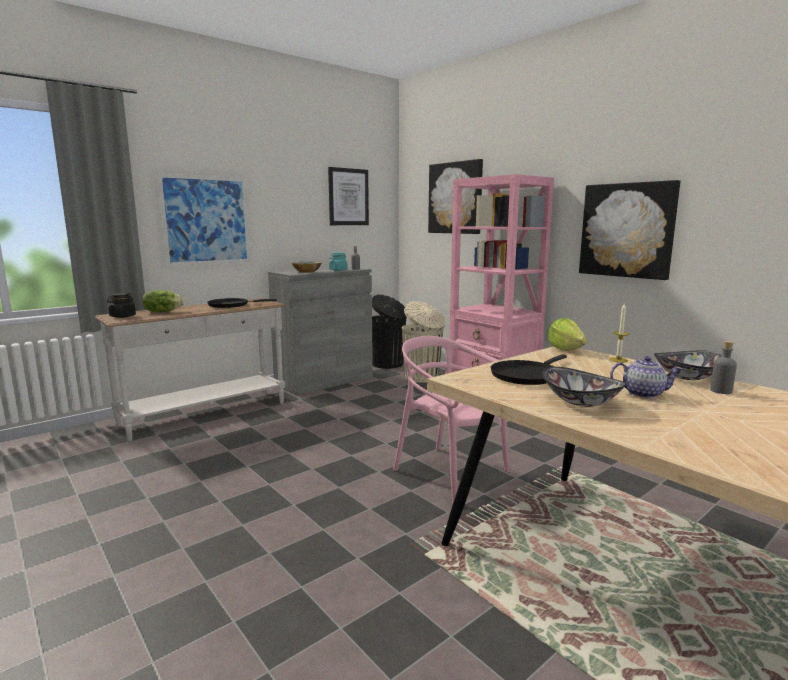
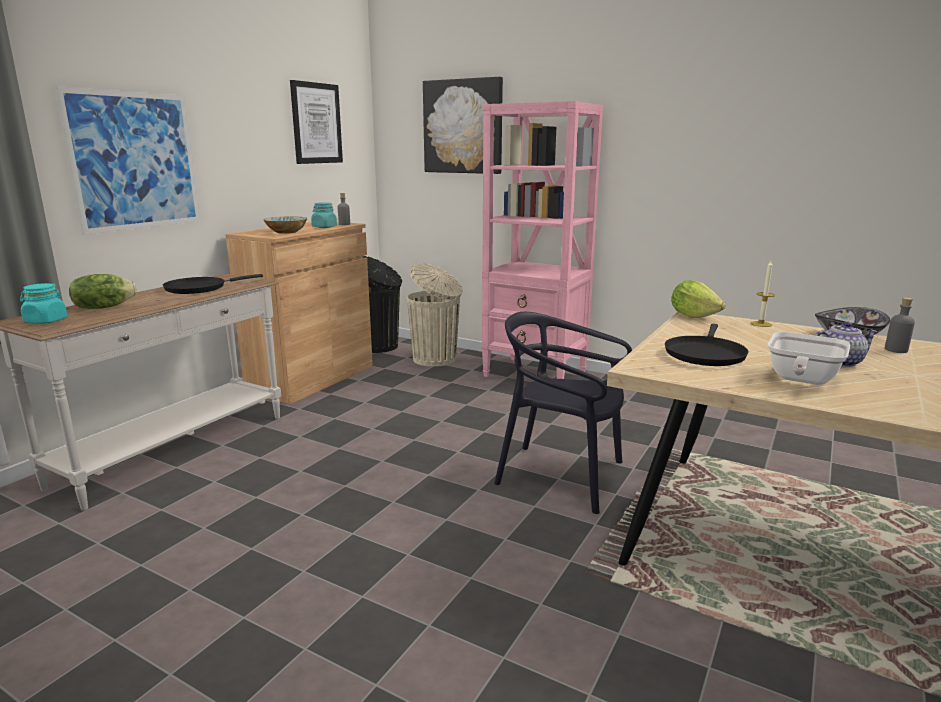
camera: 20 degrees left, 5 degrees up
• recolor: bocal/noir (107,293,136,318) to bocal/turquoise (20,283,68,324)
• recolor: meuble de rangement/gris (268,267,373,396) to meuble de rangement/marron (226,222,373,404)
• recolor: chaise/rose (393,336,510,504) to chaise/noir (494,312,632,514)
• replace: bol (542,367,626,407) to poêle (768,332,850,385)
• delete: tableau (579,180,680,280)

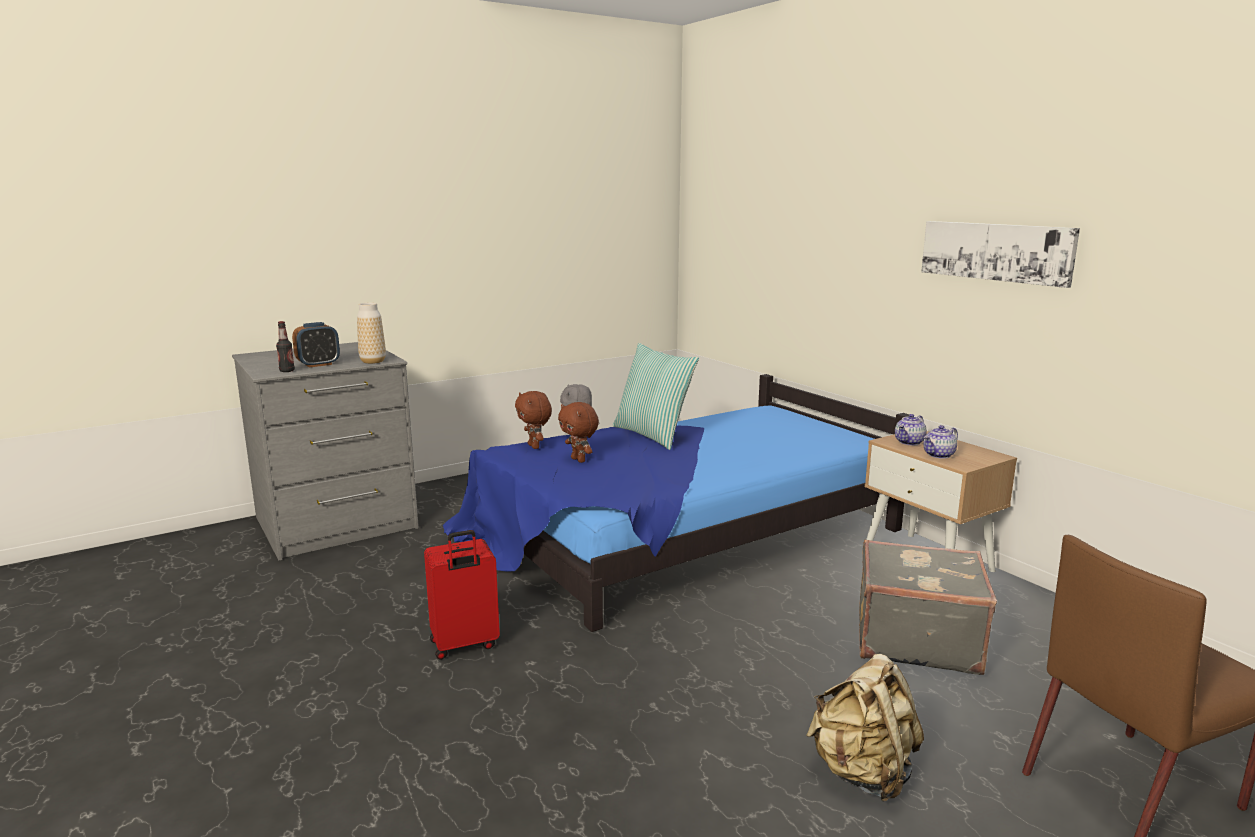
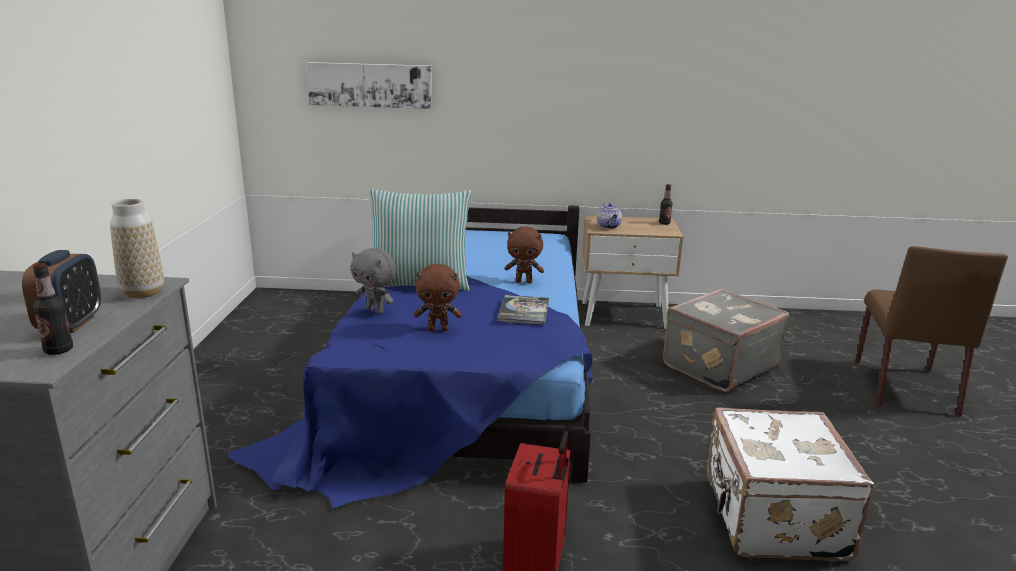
camera: 55 degrees left, 5 degrees up
• move: peluche/marron (515,391,552,449) to (504,227,544,283)
• delete: sac à dos/beige (806,654,924,802)
• move: tableau (921,221,1080,288) to (306,62,432,109)
• delete: théière (923,425,958,459)
• insert: livre (497,295,549,325)
• insert: bouteille (659,184,673,225)
• insert: valise/blanc (706,408,874,561)

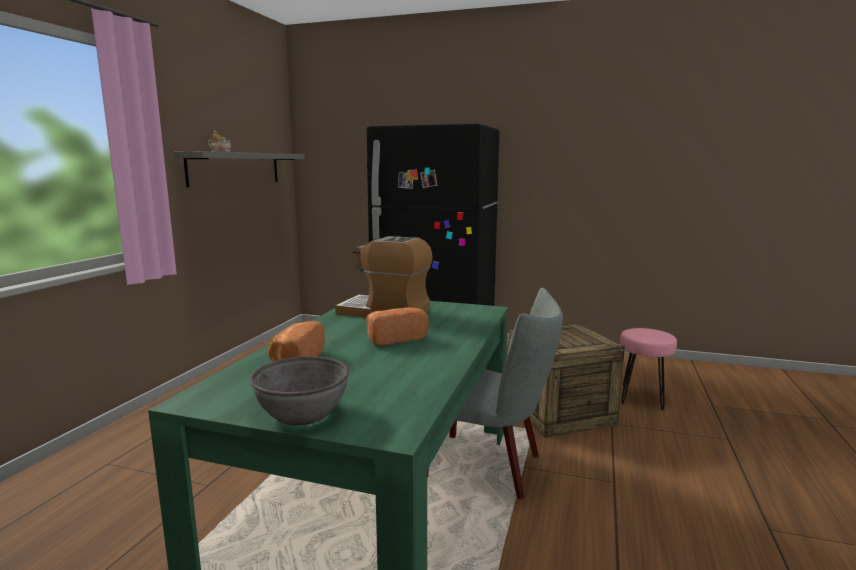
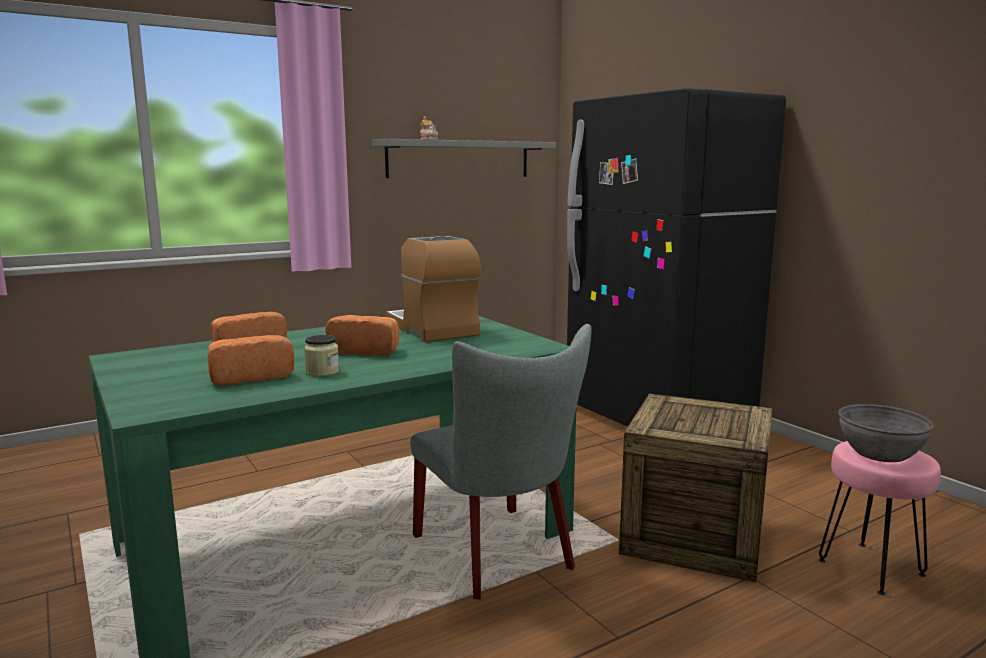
camera: 40 degrees right, 0 degrees up
• move: bol/gris (250,356,349,425) to (838,404,934,462)
• insert: pain (208,335,294,385)
• insert: bocal (304,335,339,377)

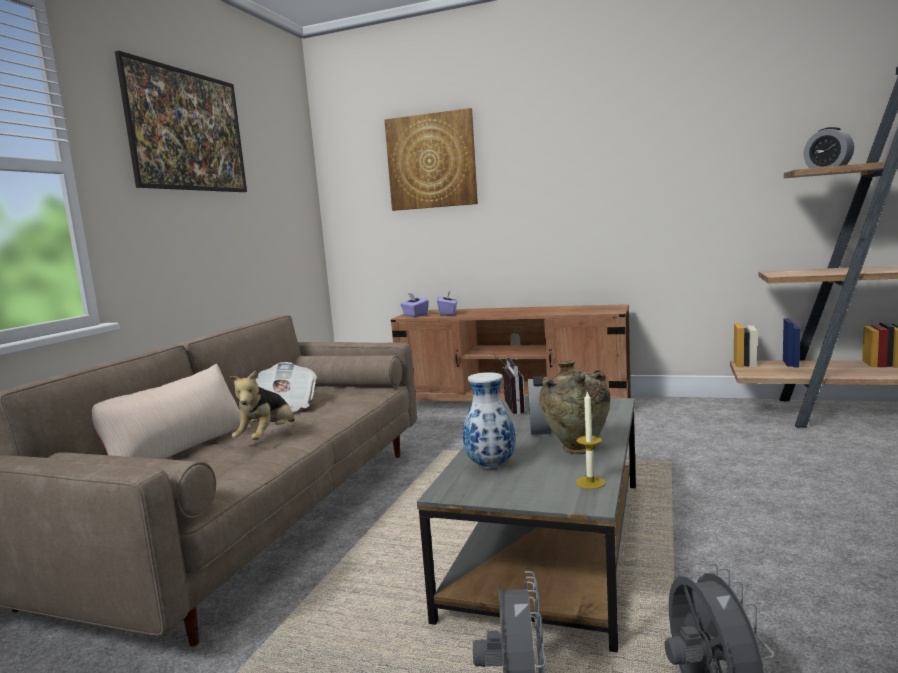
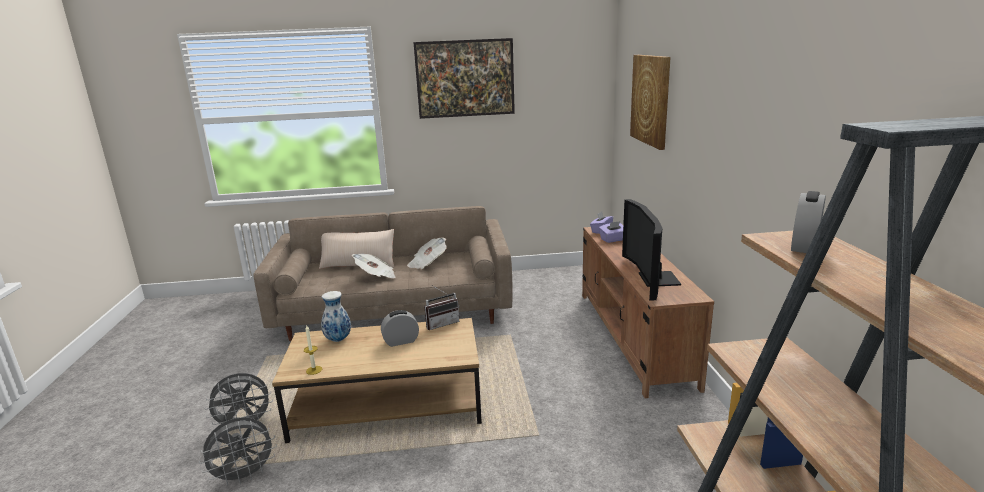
camera: 65 degrees right, 10 degrees up
• replace: peluche (230,370,294,440) to journal (352,253,396,278)
• recolor: table basse/gris (417,396,636,653) to table basse/marron (272,318,482,443)
• delete: vase/beige (539,360,611,454)
• insert: téléviseur (622,199,681,301)

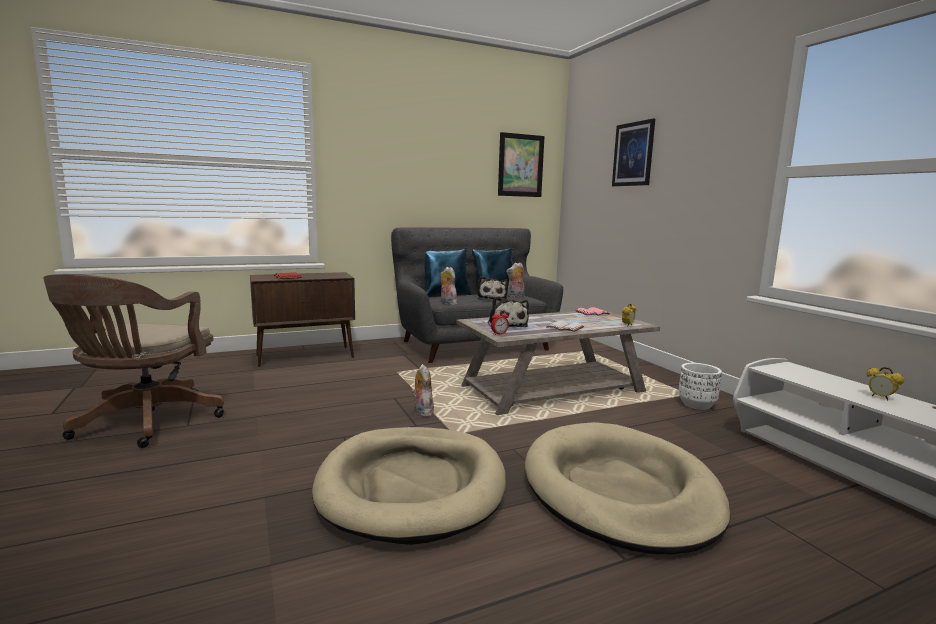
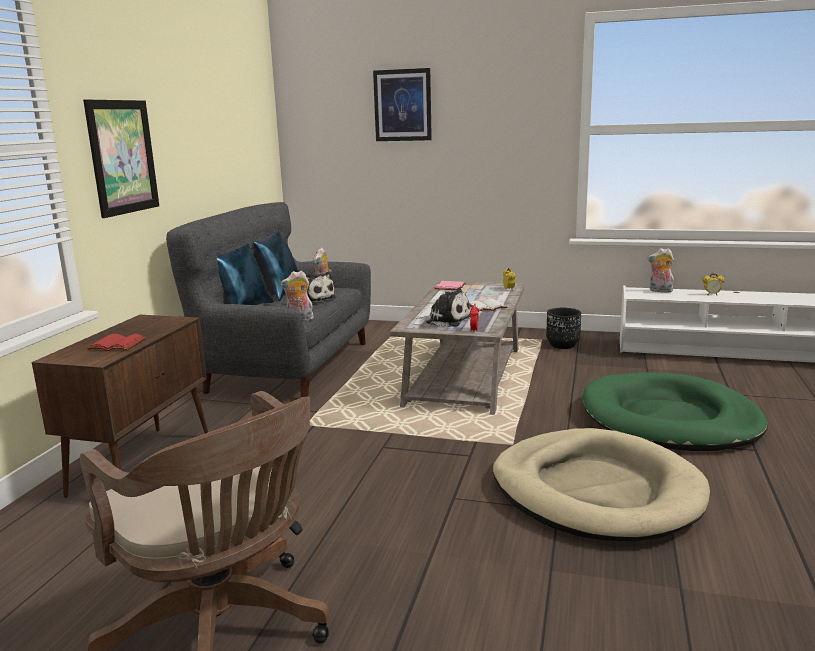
camera: 50 degrees left, 5 degrees up
• move: peluche (411,364,434,417) to (648,248,674,293)
• move: tableau (498,132,545,197) to (83,100,159,218)
• recolor: panier pour chien/beige (525,422,731,554) to panier pour chien/vert (583,373,768,451)
• recolor: cache-pot/blanc (678,363,722,410) to cache-pot/noir (546,308,581,349)

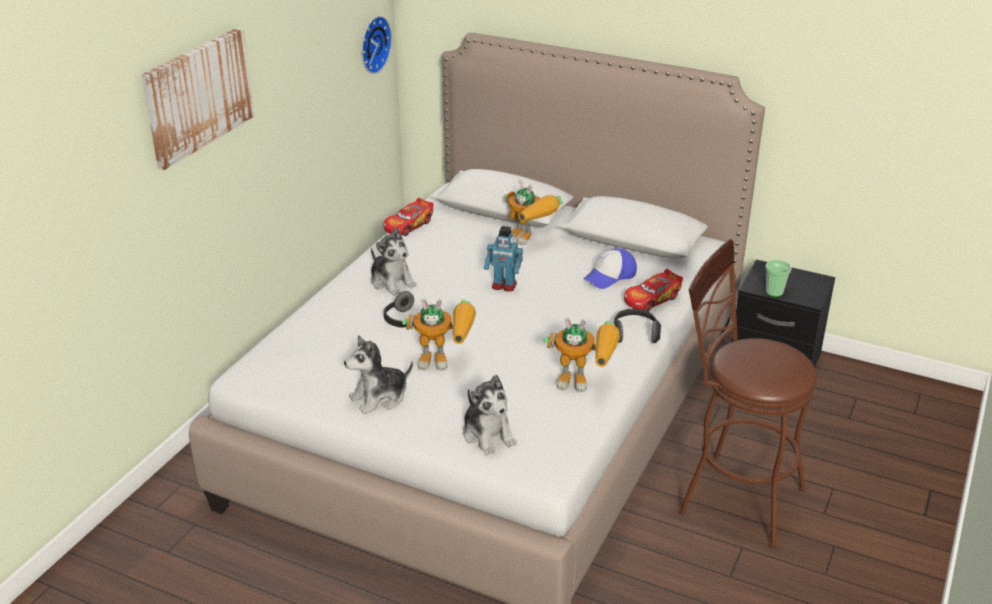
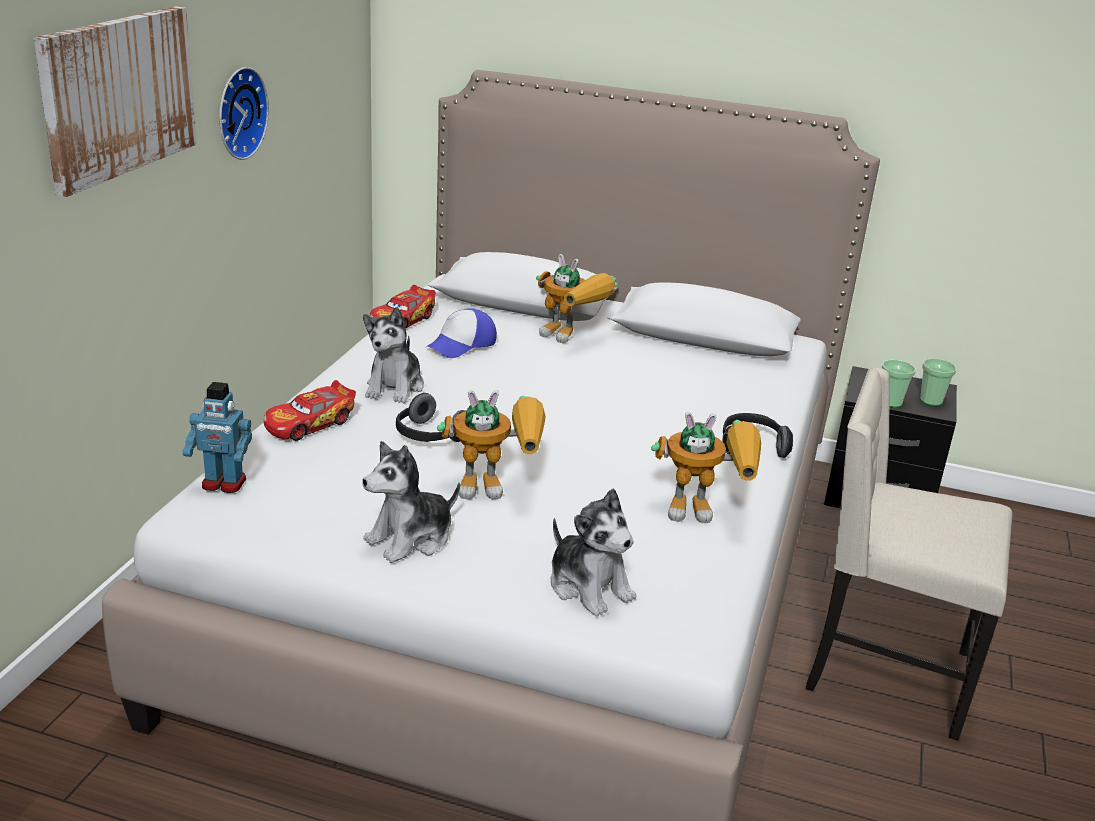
camera: 10 degrees left, 5 degrees down
• move: horloge murale (361,16,392,74) to (219,67,269,160)
• rotate: peluche (371,227,417,296) = (363,307,424,403) 60 degrees clockwise
• move: robot jouet (484,226,523,292) to (182,382,252,493)
• move: casquette (583,248,637,289) to (426,308,497,358)
• move: petite voiture (624,269,683,311) to (264,380,356,441)
• replace: tabouret/marron (679,239,817,548) to chaise/beige (806,367,1012,740)
• insert: tasse (920,359,957,406)

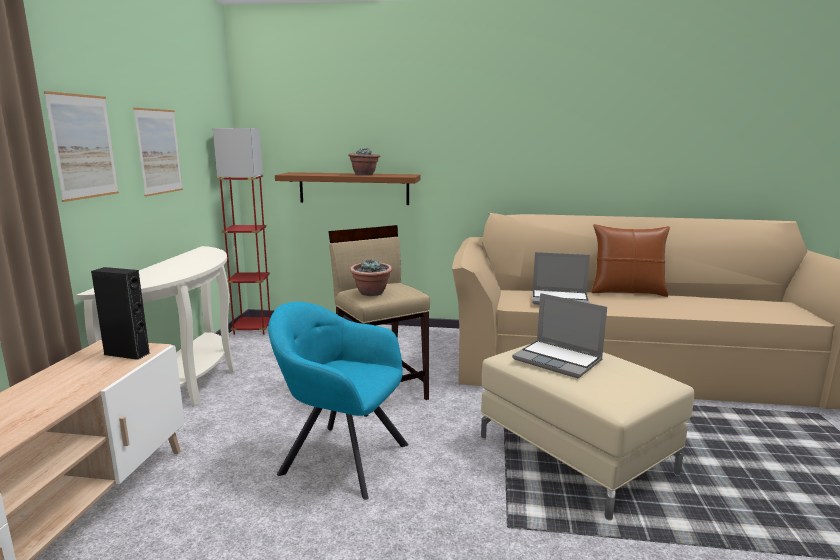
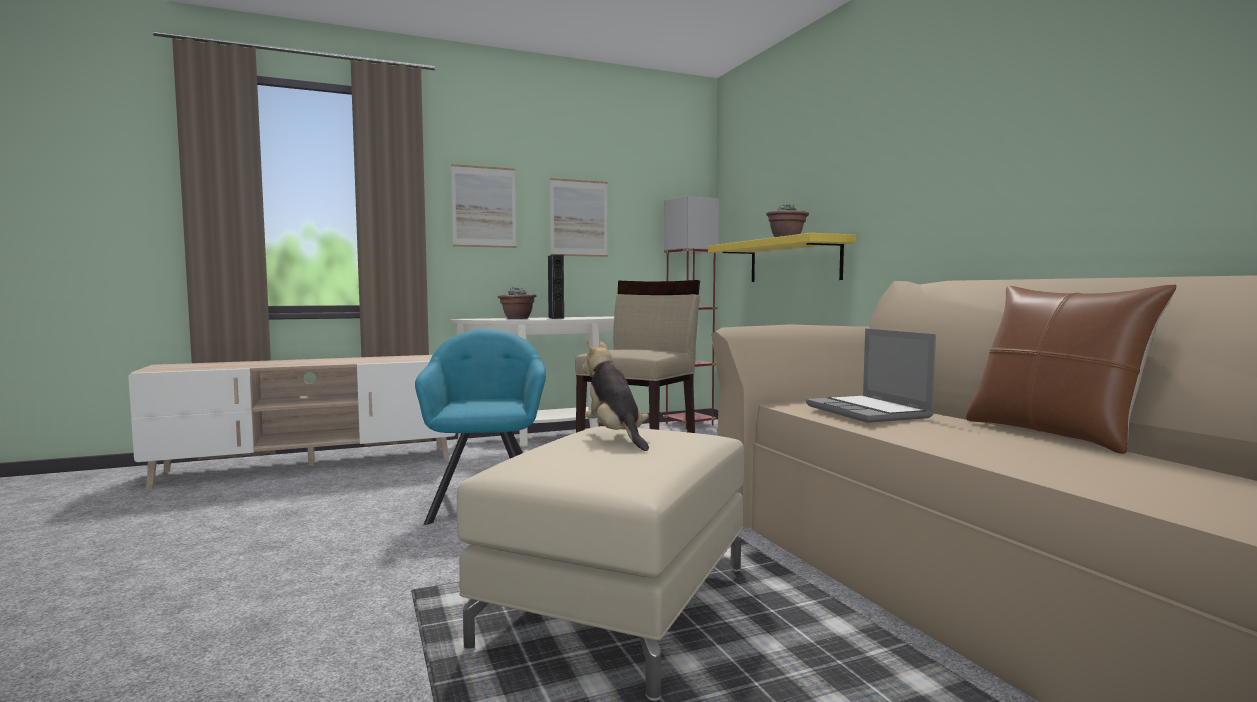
camera: 60 degrees right, 10 degrees down
• move: enceinte/noir (91,267,150,360) to (548,255,564,319)
• recolor: étagère/marron (275,172,421,205) to étagère/jaune (708,233,855,282)
• move: plante en pot (350,260,393,296) to (498,287,537,319)
• replace: ordinateur portable (512,293,607,378) to peluche (582,341,649,451)

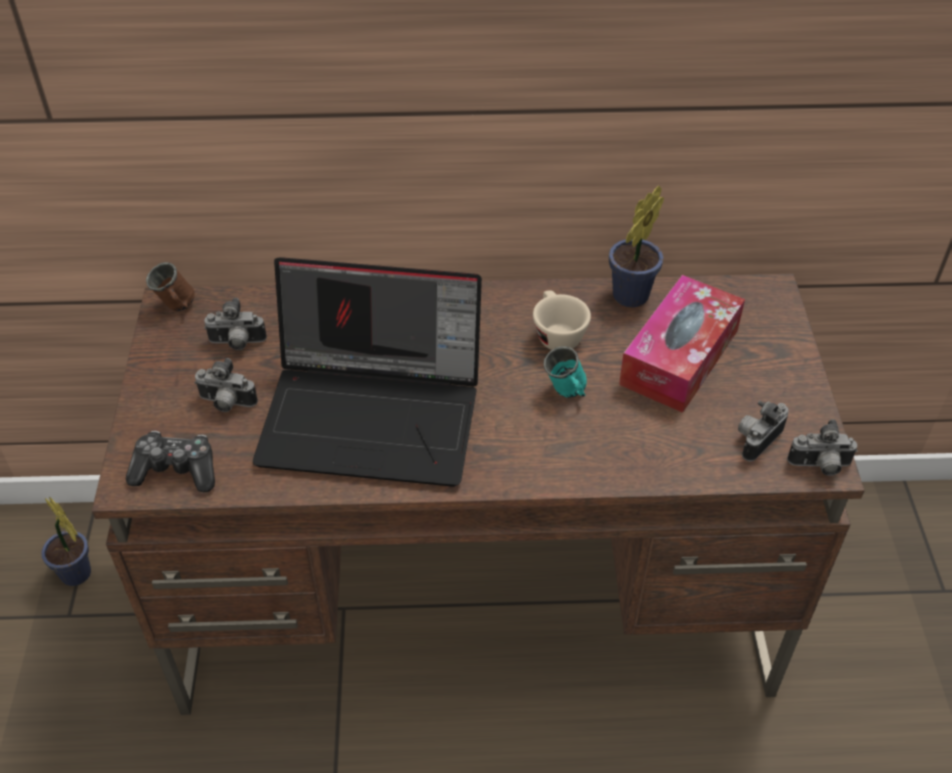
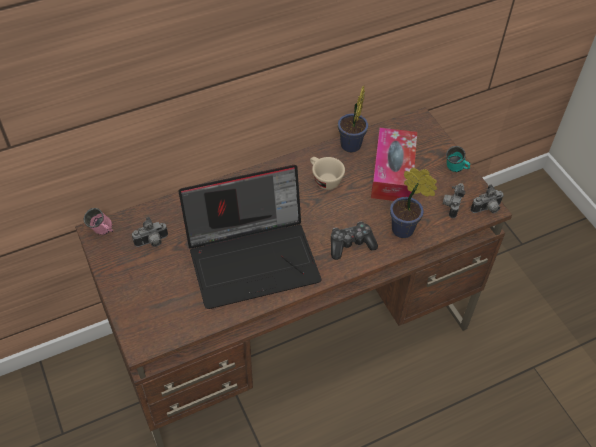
camera: 25 degrees left, 5 degrees up
• move: plante en pot (41,496,91,586) to (390,167,437,238)
• move: manette (126,431,215,492) to (331,222,378,260)
• recolor: mug/marron (146,262,195,311) to mug/rose (83,208,113,235)
• delete: appareil photo (194,358,258,412)
• move: mug/turquoise (543,346,587,398) to (446,146,470,172)

